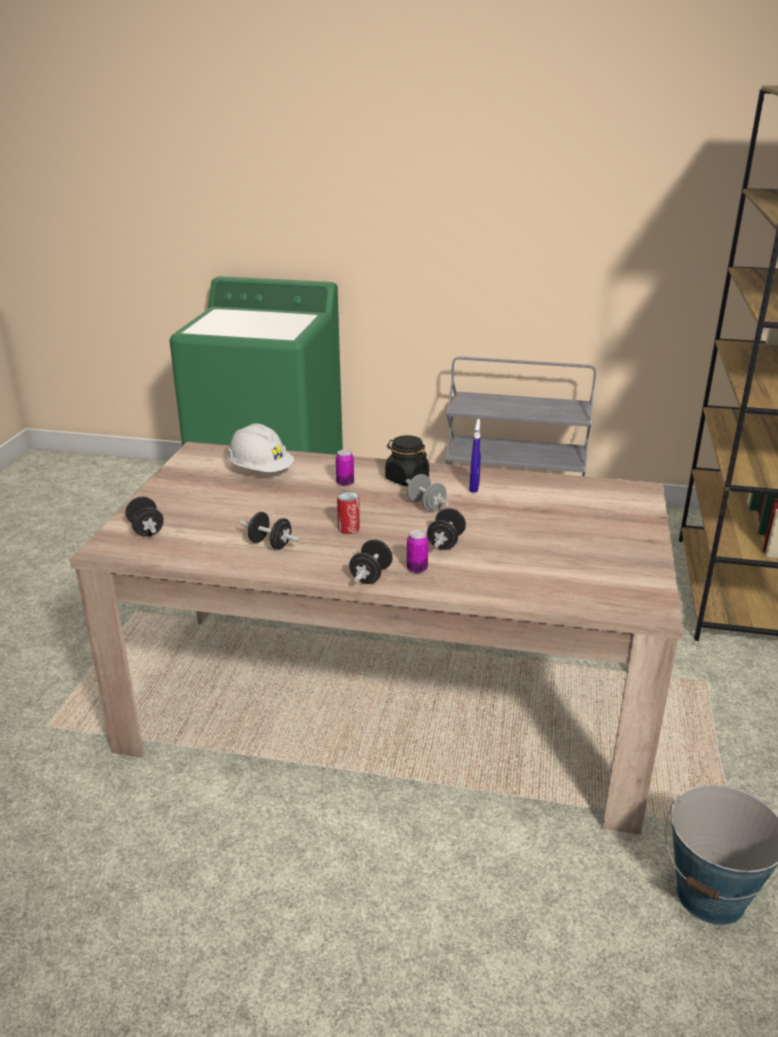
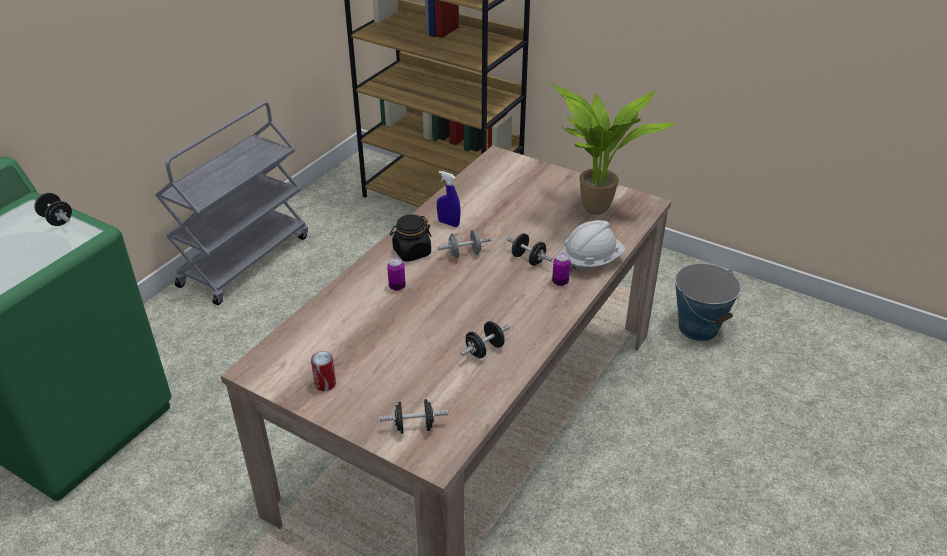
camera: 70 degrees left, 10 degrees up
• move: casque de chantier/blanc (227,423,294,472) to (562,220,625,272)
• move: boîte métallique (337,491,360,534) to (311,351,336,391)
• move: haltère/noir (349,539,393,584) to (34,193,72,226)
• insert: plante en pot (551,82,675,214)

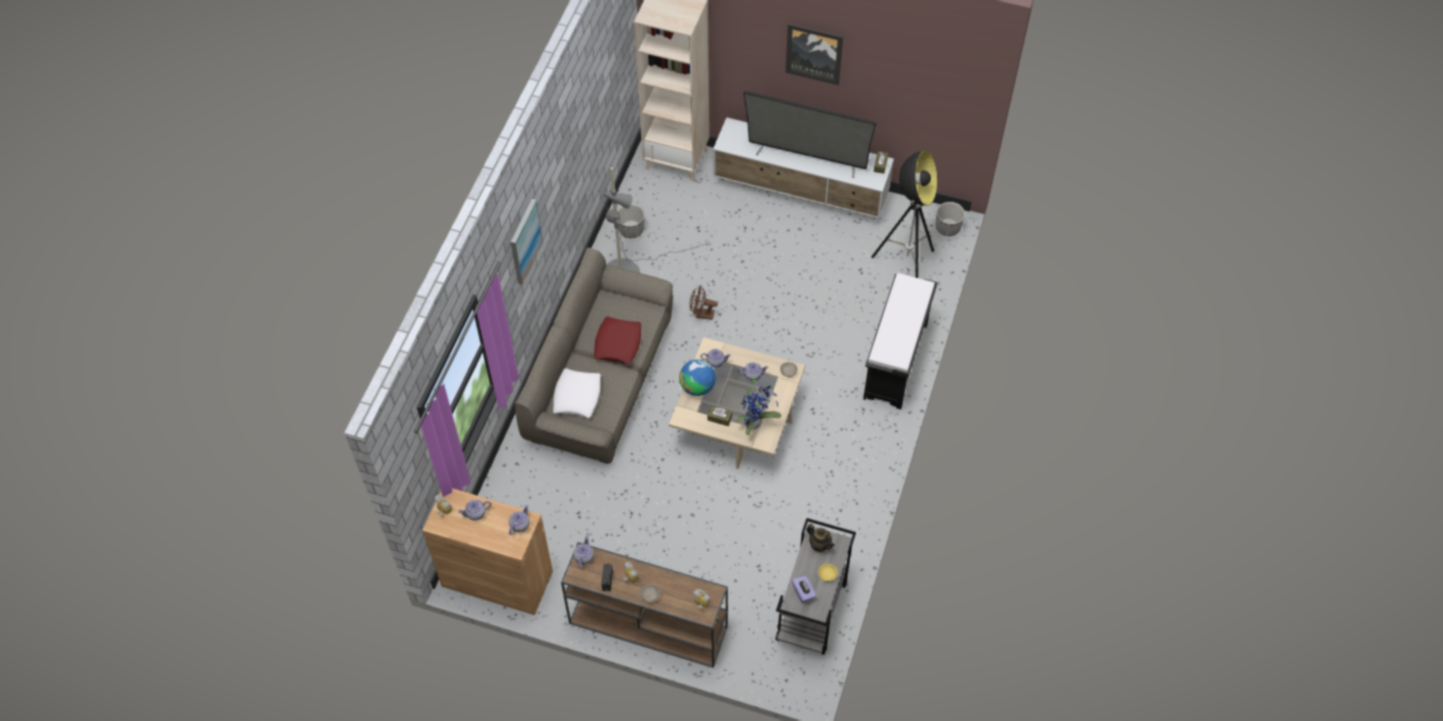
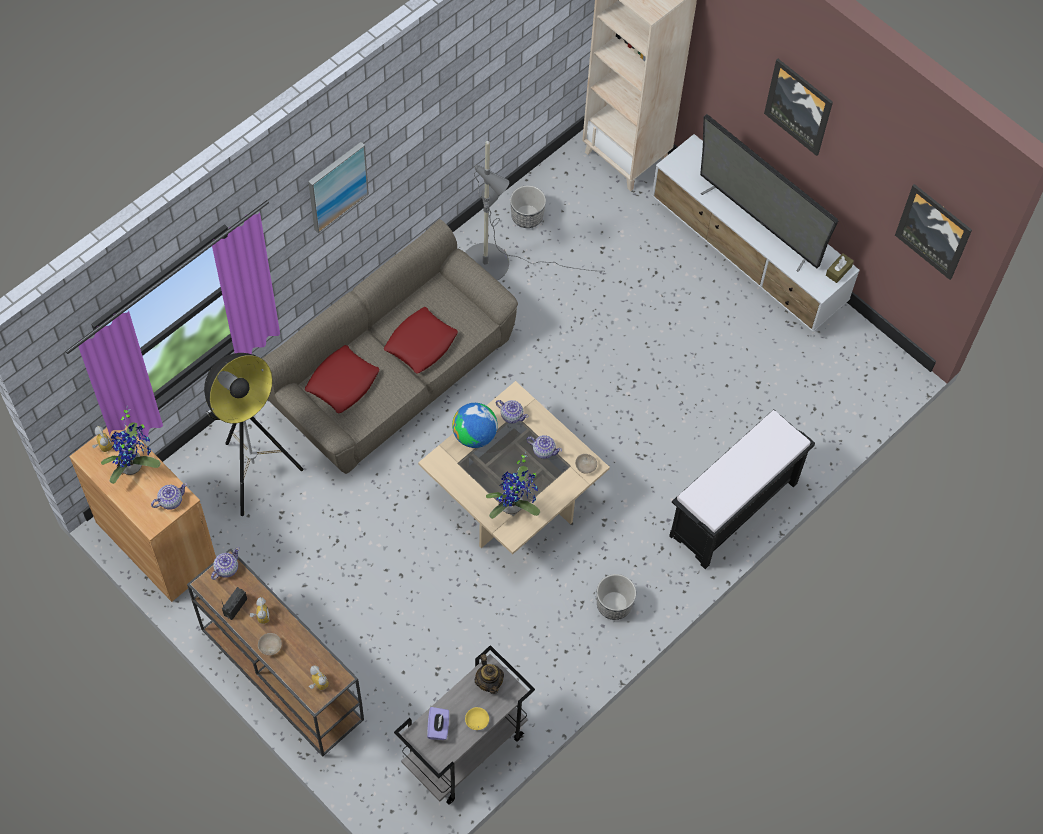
camera: 25 degrees right, 5 degrees up
• replace: théière (458,500,491,521) to plante en pot (101,406,161,484)
• recolor: coussin/blanc (553,368,601,418) to coussin/rouge (305,345,380,413)
• delete: ventilateur/marron (690,285,718,320)
• delete: boîte à mouchoirs/marron (707,406,732,426)
• move: lampadaire (871,150,937,278) to (204,353,303,516)
• move: cache-pot (935,202,965,236) to (597,574,636,620)
• insert: tableau (895,184,972,280)

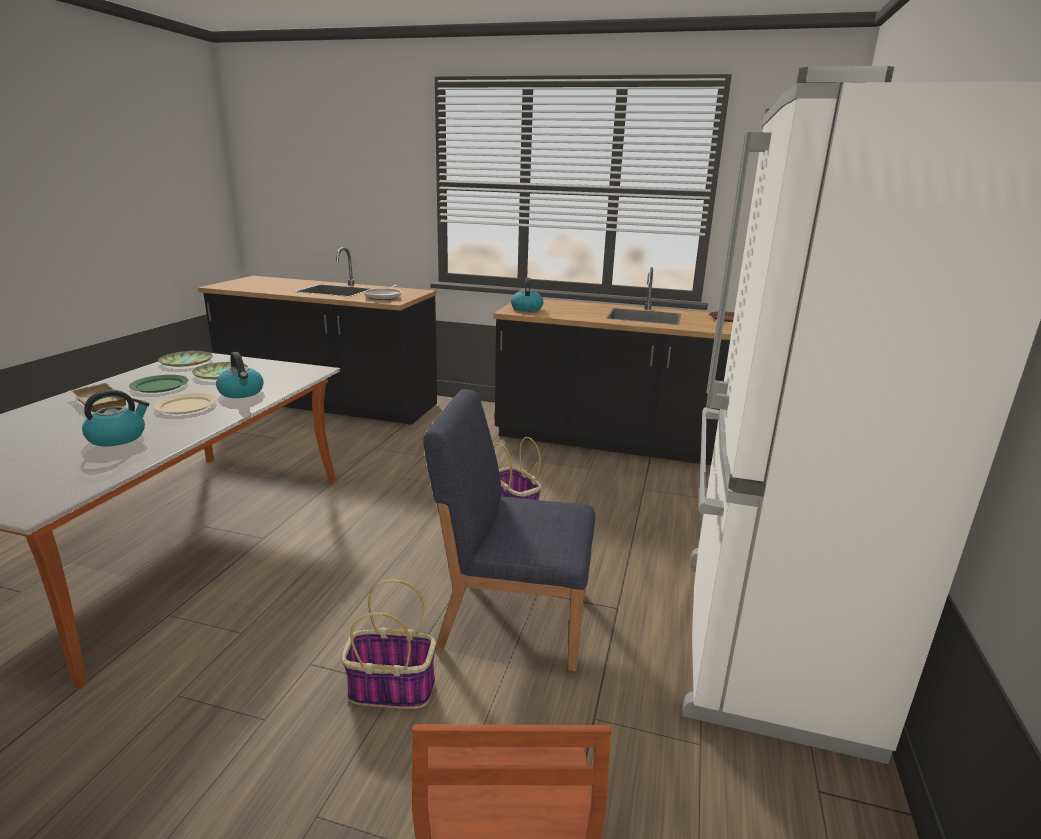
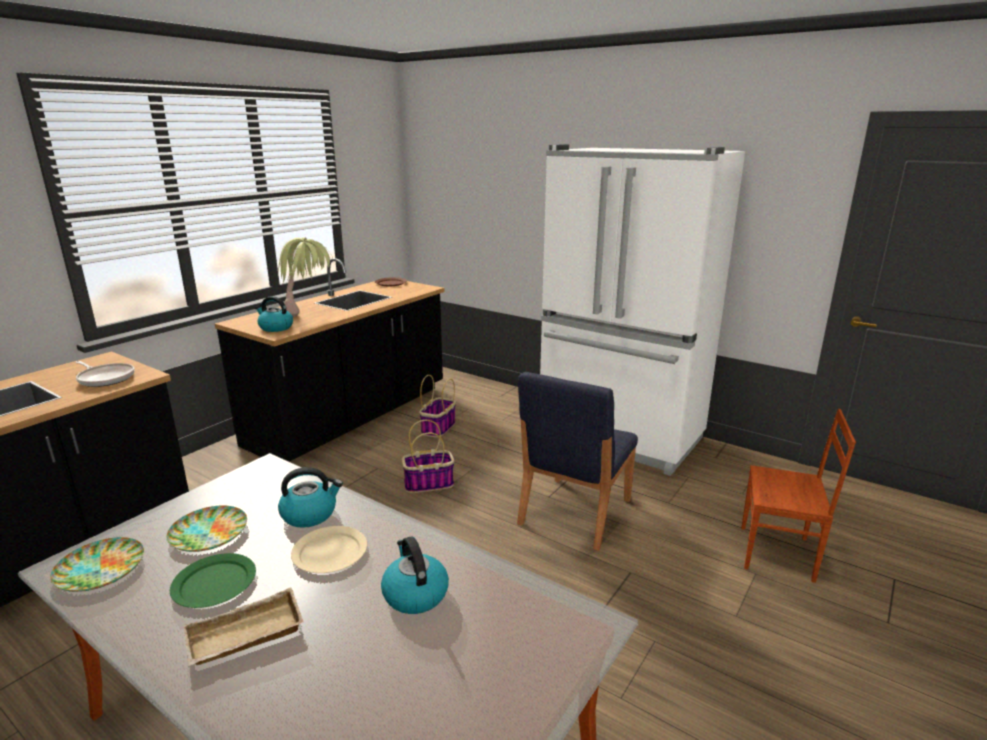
camera: 70 degrees left, 0 degrees up
• move: panier (342,580,436,709) to (419,375,456,437)
• insert: plante en pot (278,237,333,317)

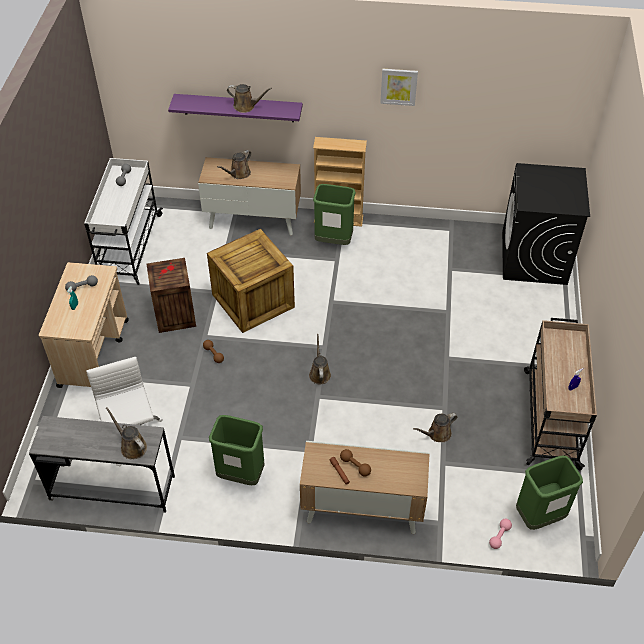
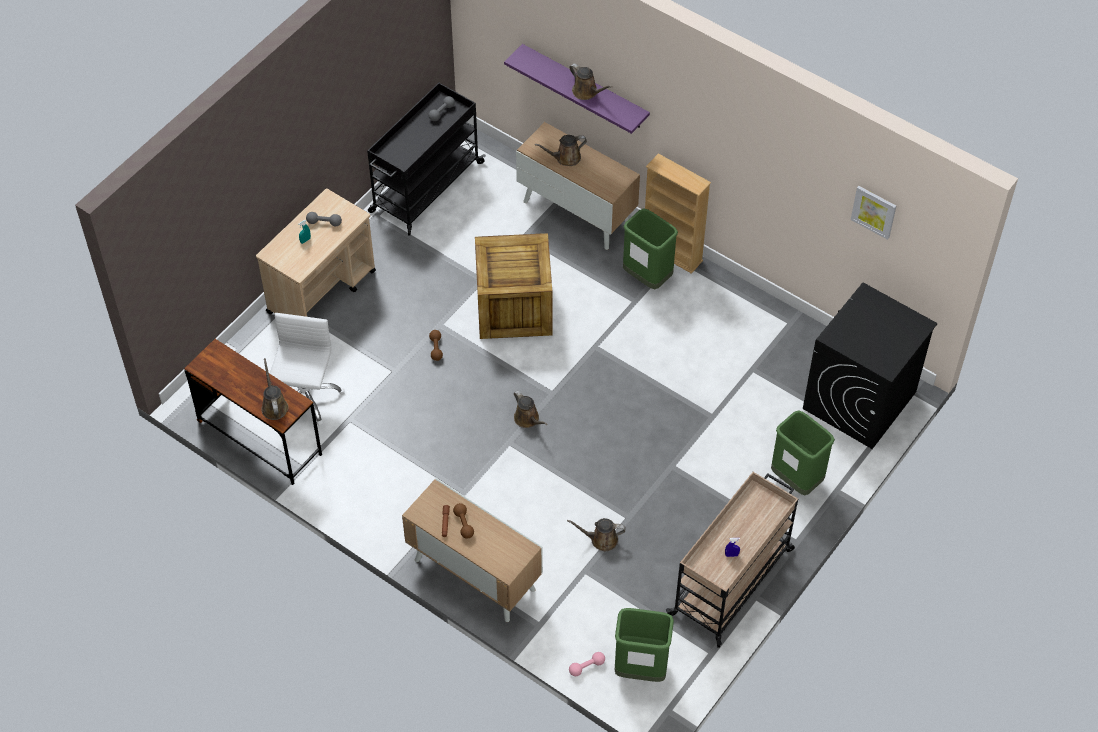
camera: 30 degrees right, 5 degrees up
• recolor: bureau/gris (29,416,175,513) to bureau/marron (184,339,322,485)
• recolor: chariot/blanc (84,158,163,285) to chariot/noir (367,83,486,236)
• delete: caisse (147,258,196,333)
• move: poubelle/vert (209,415,265,485) to (771,410,835,495)
• rotate: arrosoir/marron (309,334,331,384) = (514,390,548,428) 120 degrees clockwise
• move: tableau (380,69,418,106) to (851,186,896,240)

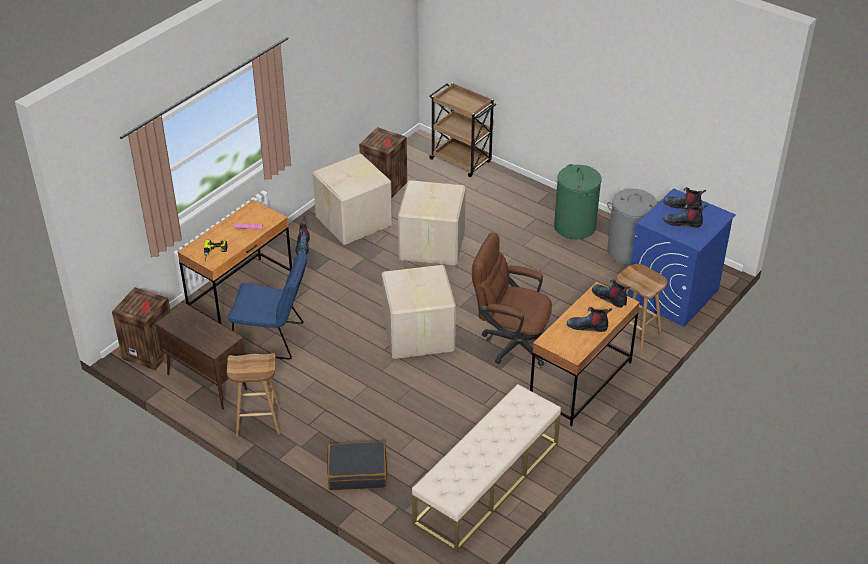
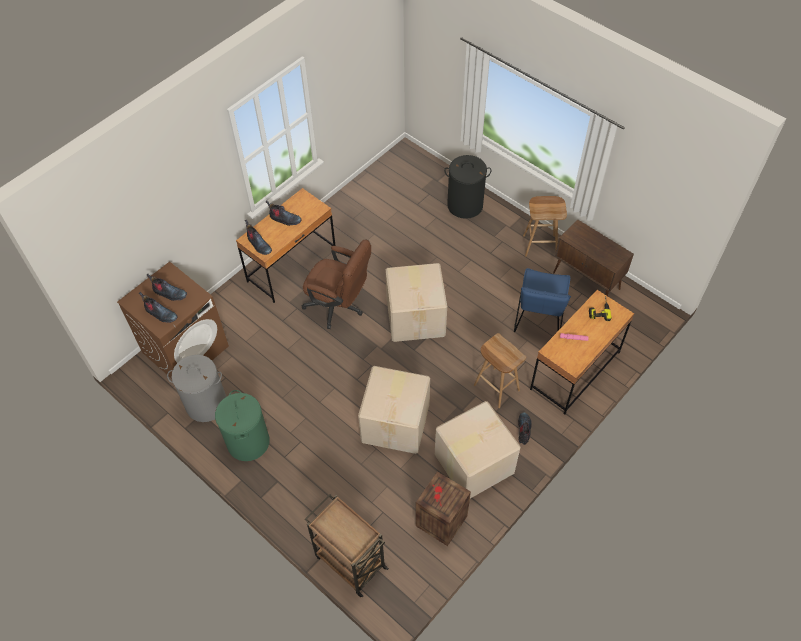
camera: 175 degrees left, 15 degrees up
• delete: caisse (112,287,171,370)
• rotate: chaise/bleu (227,251,307,359) = (514,268,571,332) 90 degrees counterclockwise
• replace: valise/noir (327,441,387,490) to panier à linge/noir (444,155,491,219)
• delete: banc/beige (412,384,561,552)
• move: tabouret/marron (617,264,667,352) to (474,333,526,408)
• recolor: lave-linge/bleu (627,188,736,327) to lave-linge/marron (117,261,229,379)

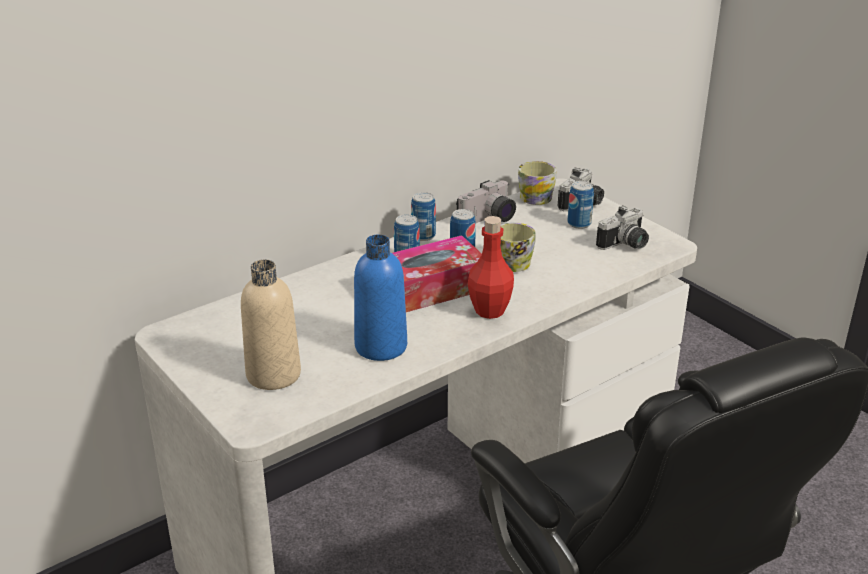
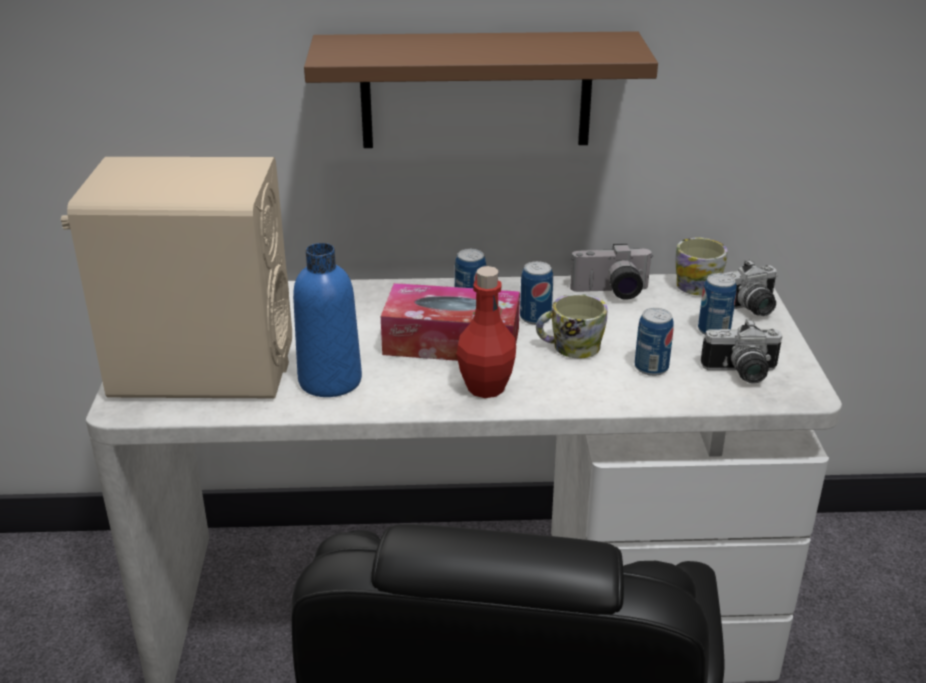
camera: 35 degrees right, 0 degrees up
• replace: bouteille/beige (241,259,301,390) to enceinte/beige (61,157,292,398)
• move: boîte métallique (411,192,436,241) to (635,308,674,376)
• insert: étagère/marron (304,31,658,148)

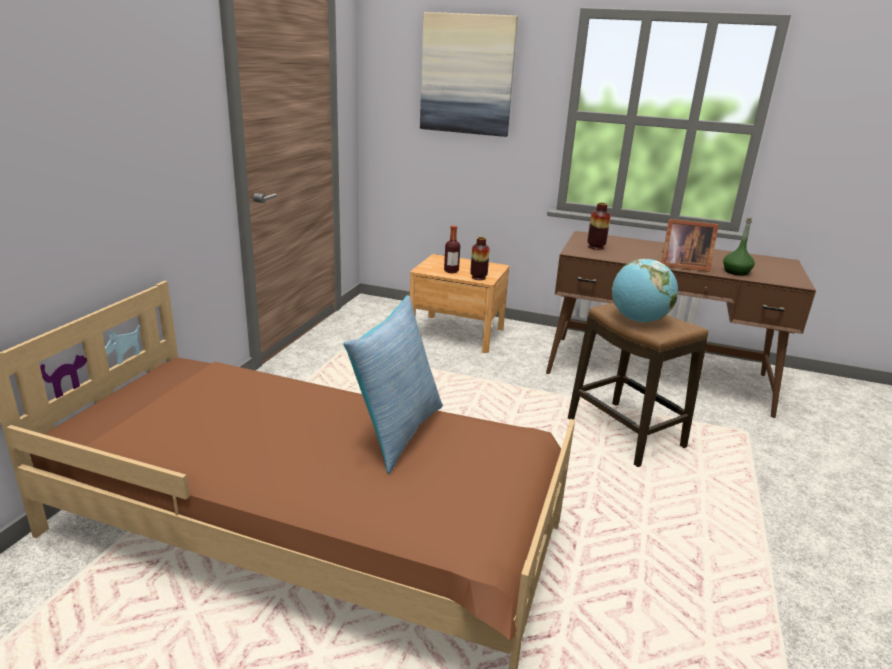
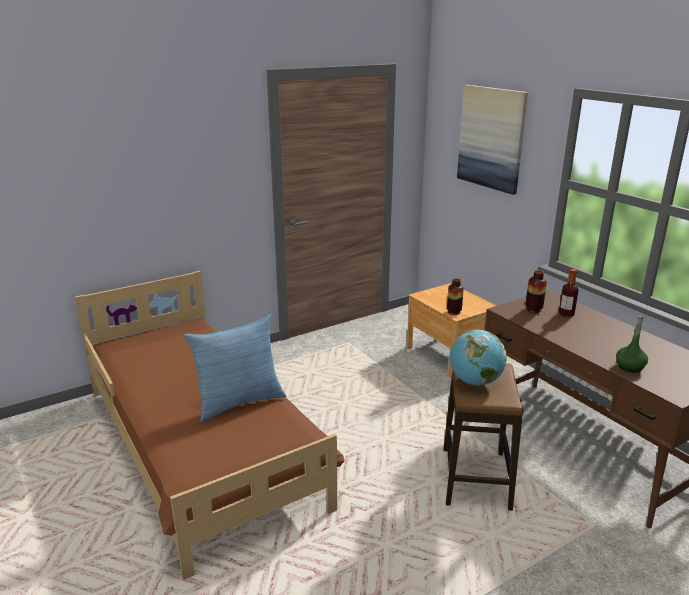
camera: 40 degrees right, 0 degrees up
• move: bouteille (444,225,460,273) to (559,269,578,317)
• delete: cadre photo (661,219,719,272)

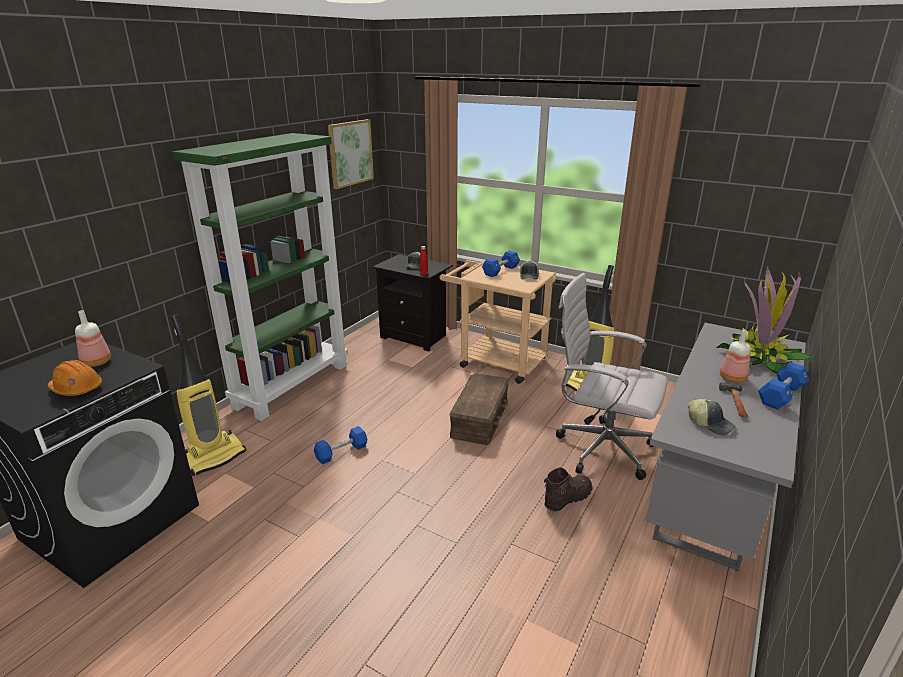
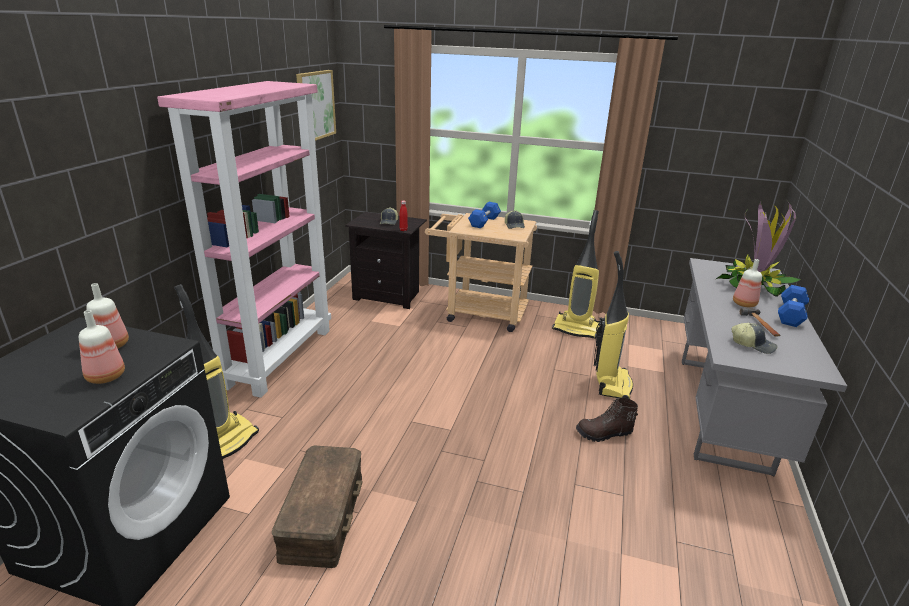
camera: 15 degrees left, 0 degrees up
• replace: casque de chantier/orange (48,360,102,397) to bouteille (79,310,125,384)
• recolor: bibliothèque/vert (172,133,348,421) to bibliothèque/rose (157,81,331,398)
• delete: haltère/bleu (314,426,367,464)
• move: boîte de rangement/marron (450,373,509,445) to (272,446,362,568)
• rotate: botte/marron (544,467,593,511) = (576,398,638,442) 135 degrees counterclockwise
• replace: chaise de bureau/blanc (556,273,668,480) to aspirateur (594,251,633,399)

